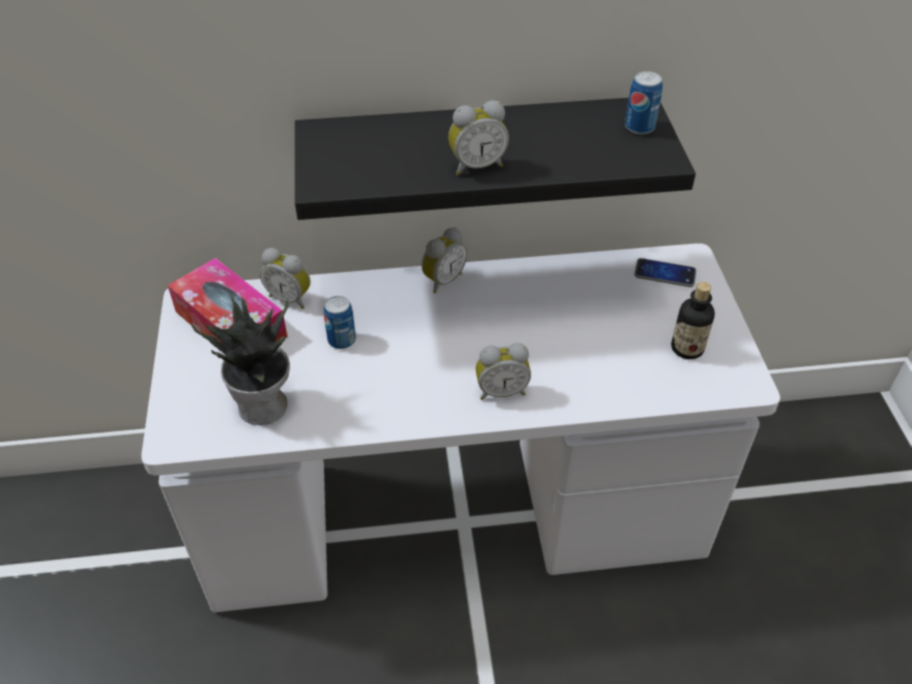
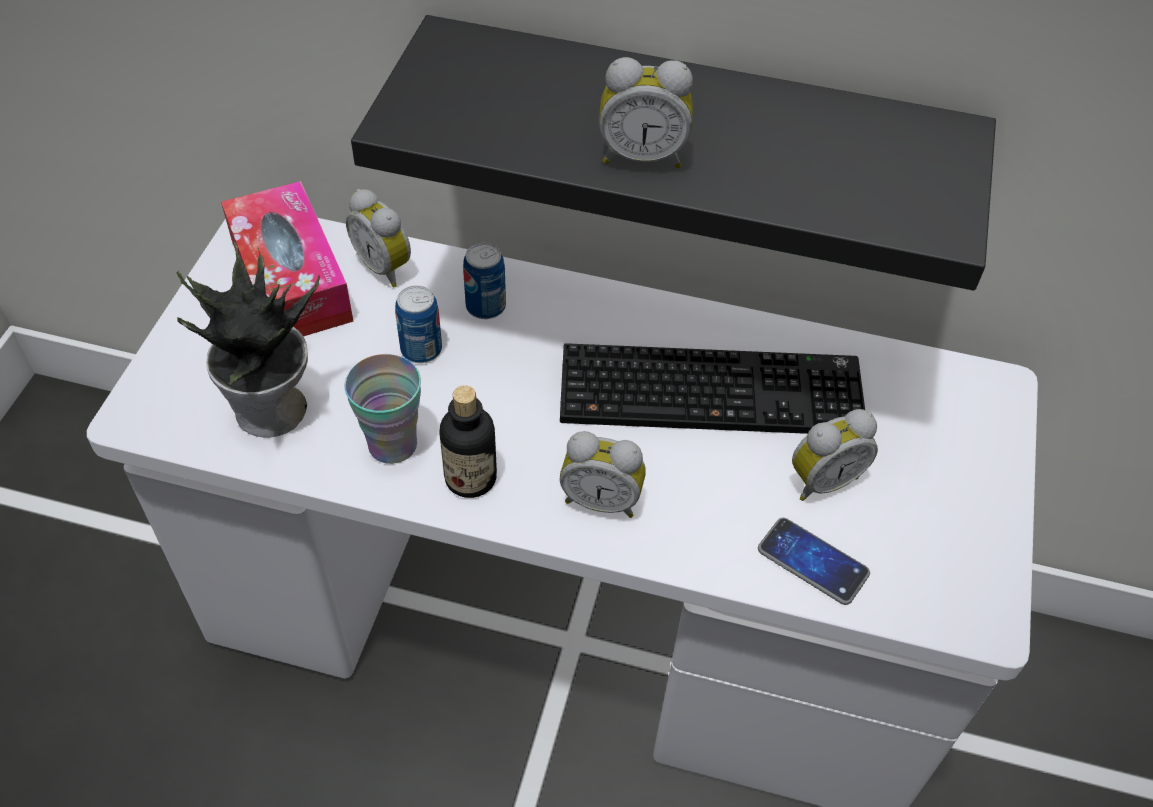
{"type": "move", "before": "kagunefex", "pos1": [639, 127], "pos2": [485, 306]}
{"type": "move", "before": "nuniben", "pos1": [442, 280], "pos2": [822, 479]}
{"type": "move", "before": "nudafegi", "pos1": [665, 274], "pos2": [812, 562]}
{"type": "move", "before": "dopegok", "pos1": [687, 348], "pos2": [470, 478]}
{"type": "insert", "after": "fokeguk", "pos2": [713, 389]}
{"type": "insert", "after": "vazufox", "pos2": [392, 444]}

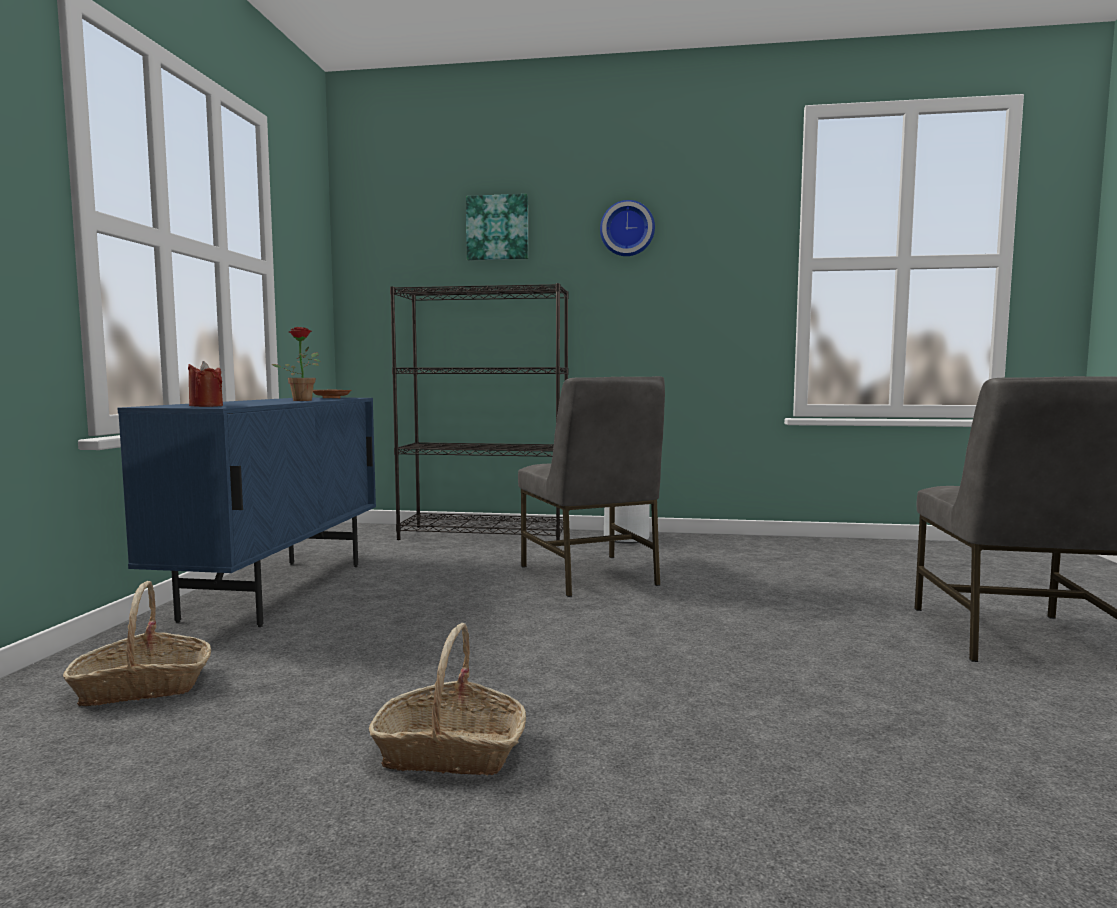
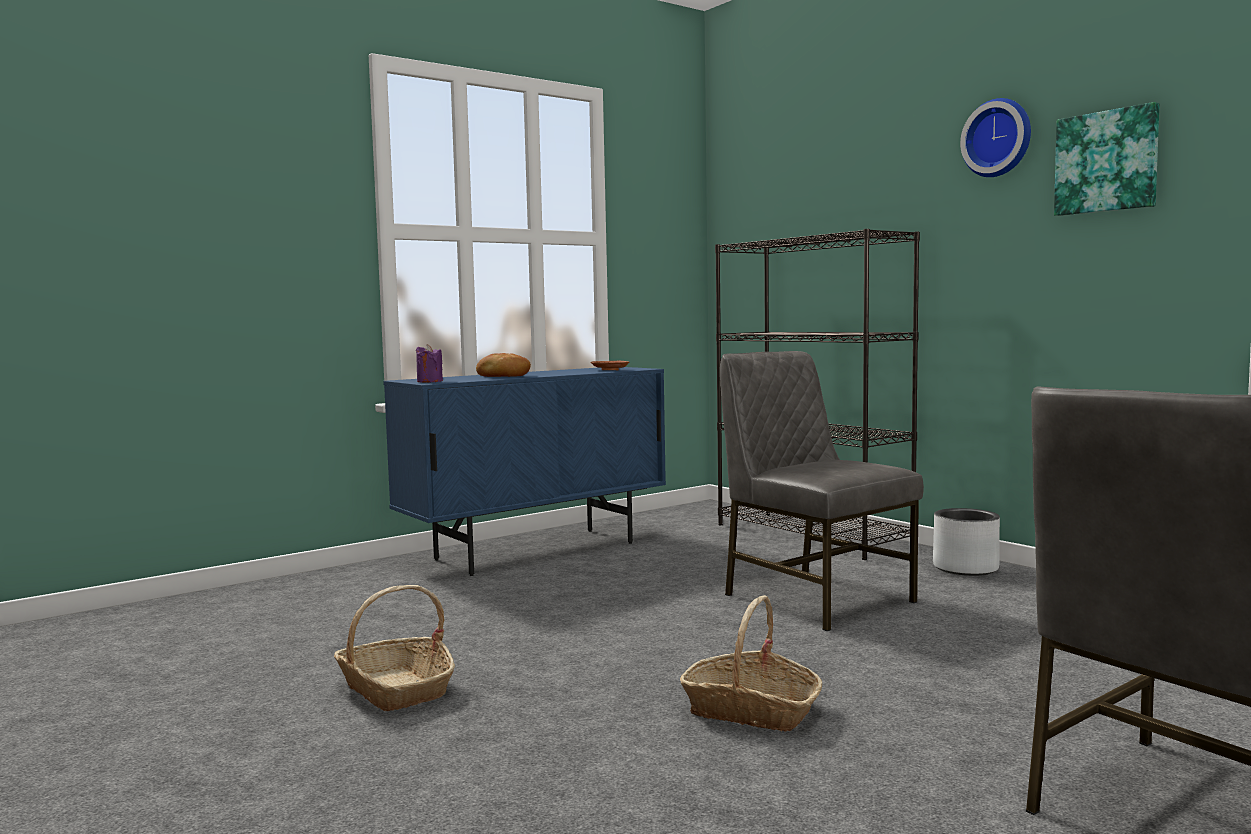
{"type": "move", "before": "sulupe", "pos1": [498, 228], "pos2": [1107, 162]}
{"type": "delete", "before": "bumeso", "pos1": [303, 400]}
{"type": "recolor", "before": "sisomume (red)", "after": "sisomume (purple)", "pos1": [206, 406], "pos2": [429, 381]}
{"type": "rotate", "before": "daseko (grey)", "pos1": [590, 576], "pos2": [814, 598], "turn": 120}
{"type": "move", "before": "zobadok", "pos1": [143, 686], "pos2": [751, 710]}
{"type": "insert", "after": "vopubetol", "pos2": [503, 376]}

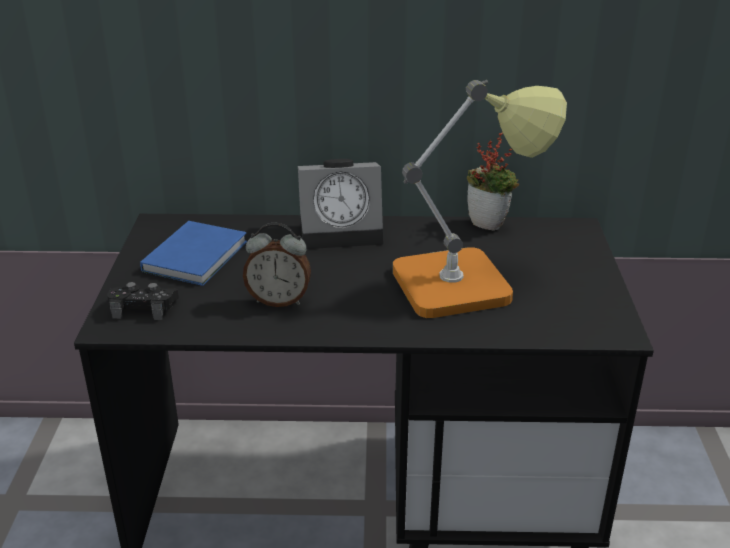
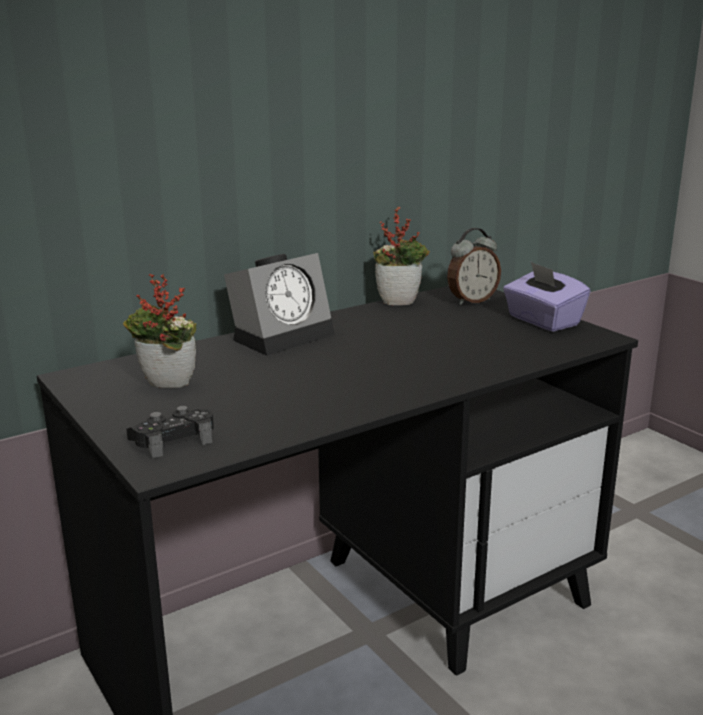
{"type": "delete", "before": "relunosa", "pos1": [466, 282]}
{"type": "replace", "before": "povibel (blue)", "after": "bumeso", "pos1": [198, 255], "pos2": [165, 387]}
{"type": "move", "before": "nuniben", "pos1": [279, 300], "pos2": [471, 300]}
{"type": "insert", "after": "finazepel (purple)", "pos2": [542, 321]}

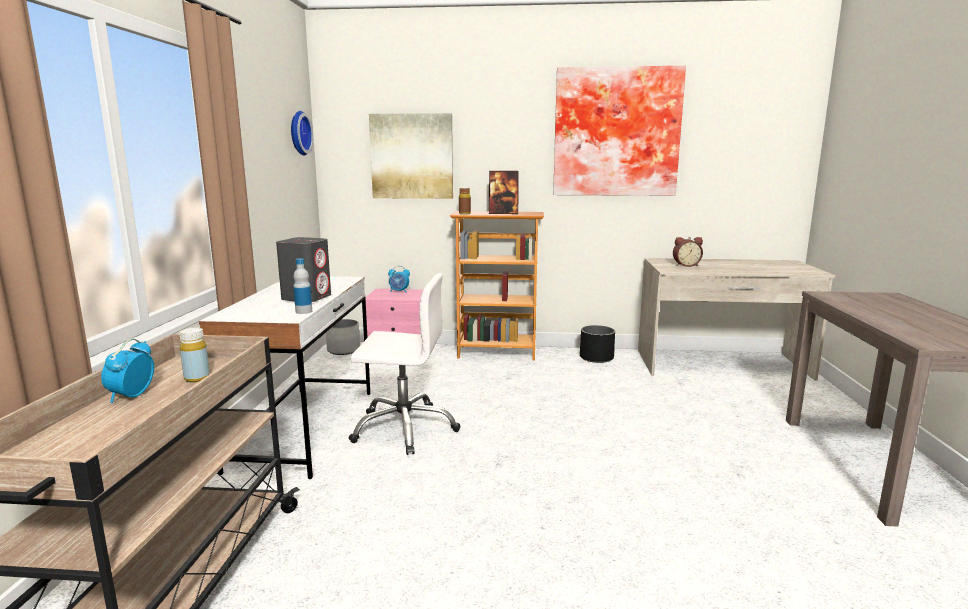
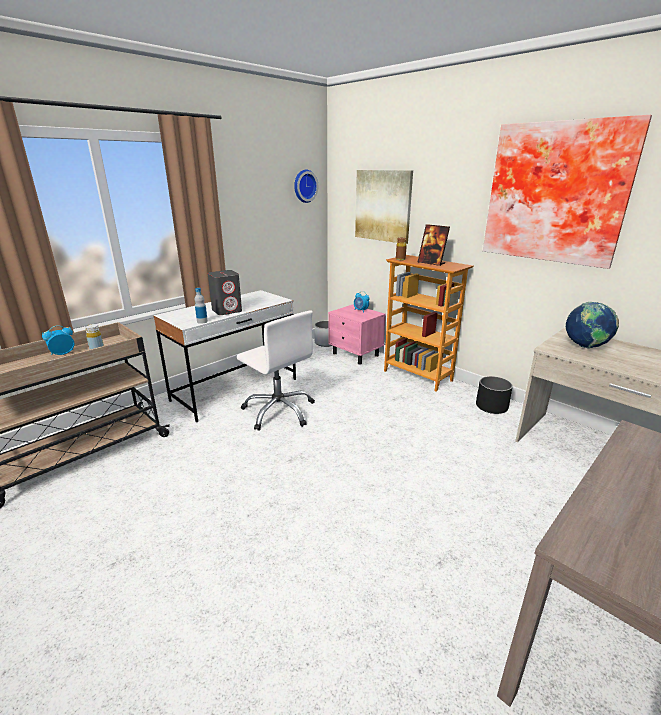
{"type": "replace", "before": "nuniben", "after": "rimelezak", "pos1": [685, 265], "pos2": [585, 347]}

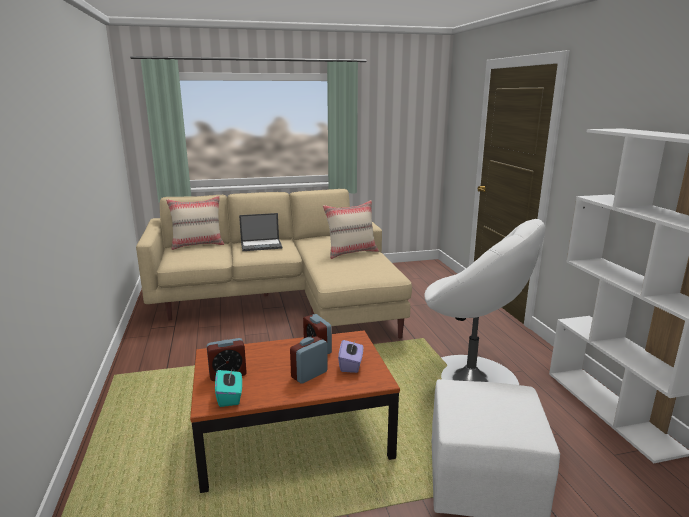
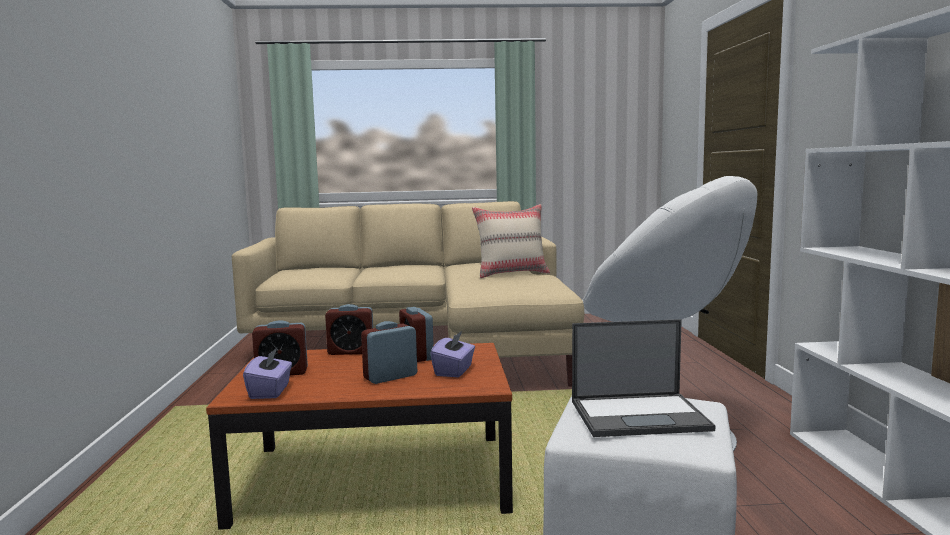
{"type": "delete", "before": "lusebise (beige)", "pos1": [198, 245]}
{"type": "move", "before": "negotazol", "pos1": [261, 245], "pos2": [640, 415]}
{"type": "recolor", "before": "finazepel (turquoise)", "after": "finazepel (purple)", "pos1": [230, 397], "pos2": [270, 391]}
{"type": "insert", "after": "nuniben", "pos2": [351, 352]}

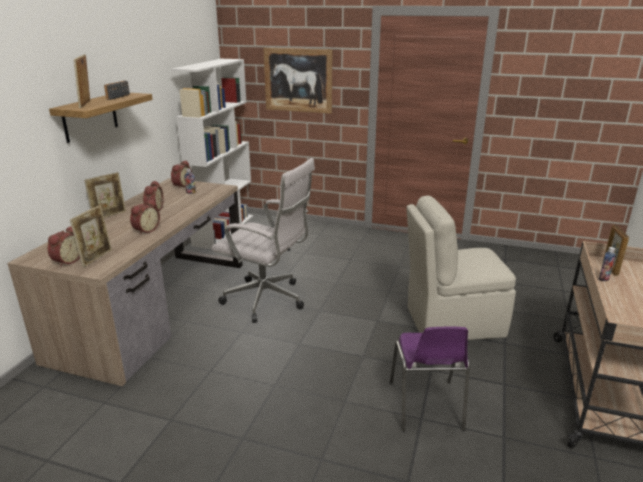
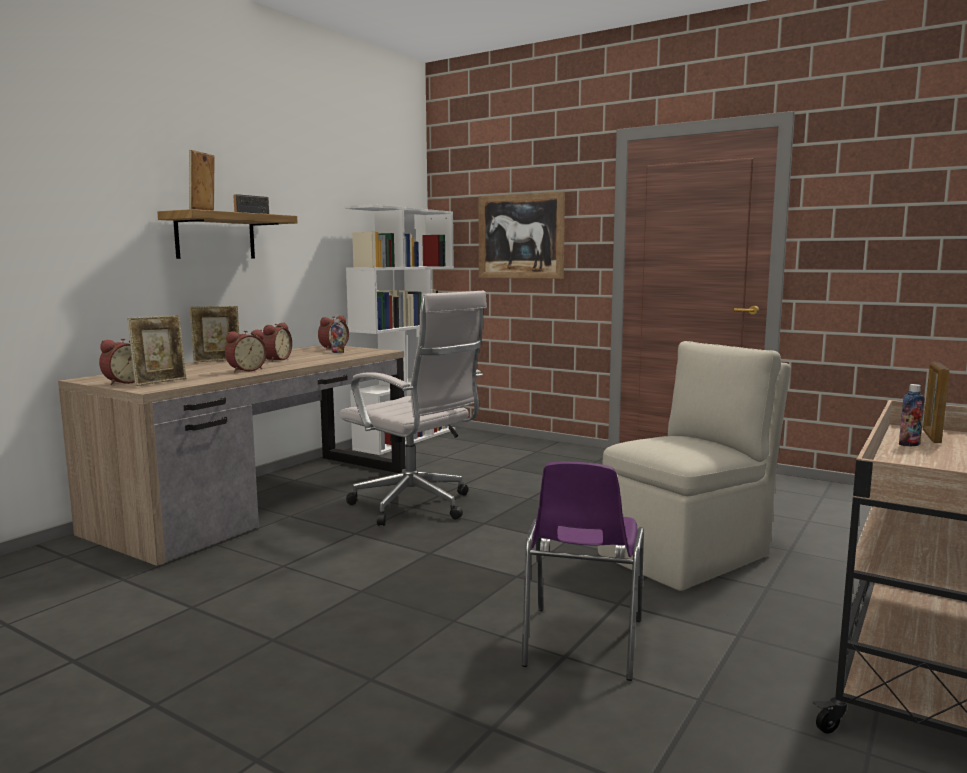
{"type": "rotate", "before": "daseko (beige)", "pos1": [451, 322], "pos2": [687, 555], "turn": 135}

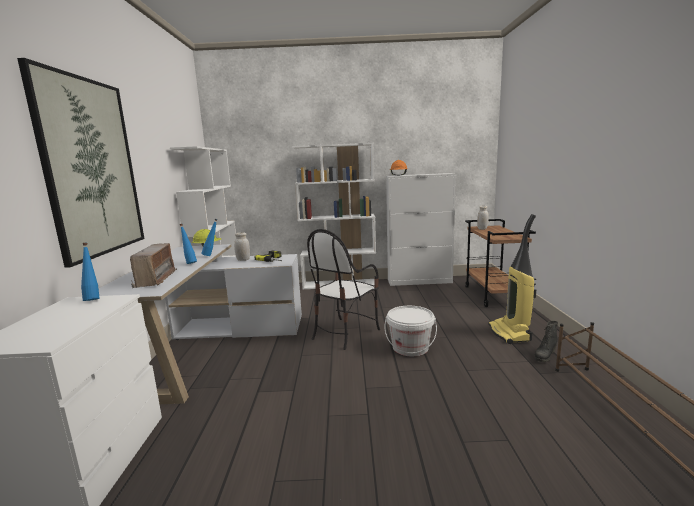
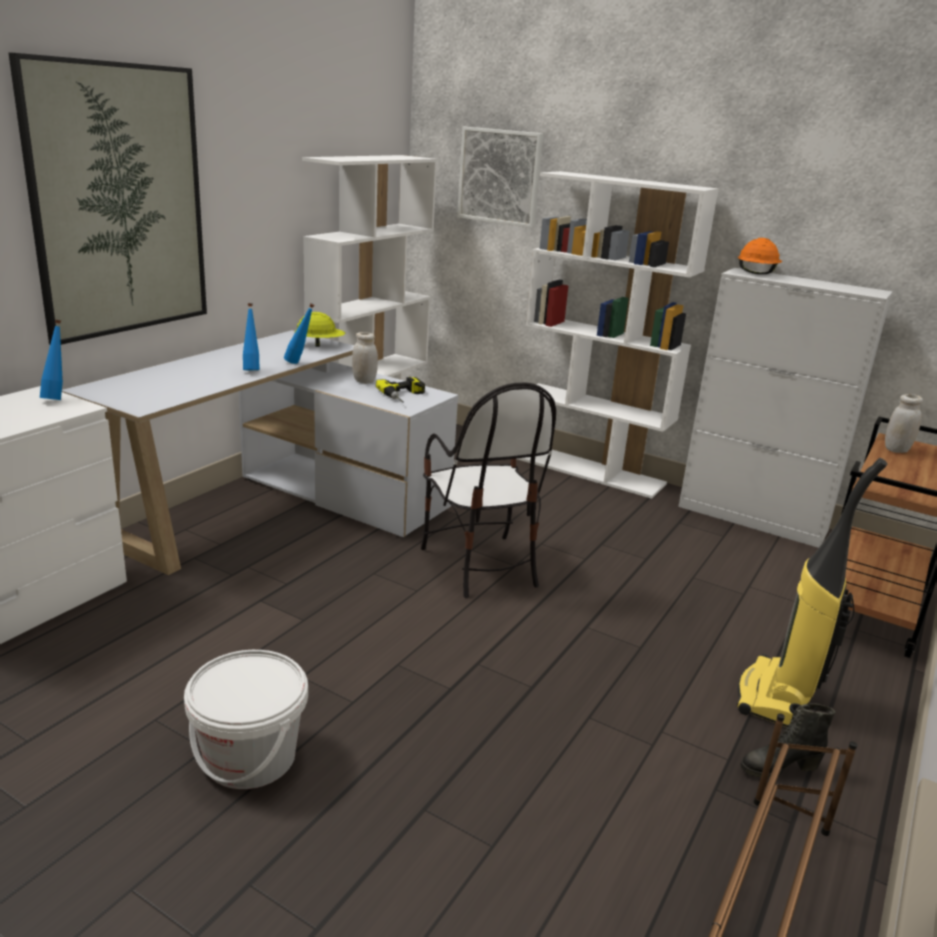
{"type": "rotate", "before": "daseko", "pos1": [345, 333], "pos2": [480, 565], "turn": -90}
{"type": "delete", "before": "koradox", "pos1": [156, 279]}
{"type": "move", "before": "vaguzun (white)", "pos1": [410, 347], "pos2": [250, 757]}
{"type": "insert", "after": "sulupe", "pos2": [500, 176]}

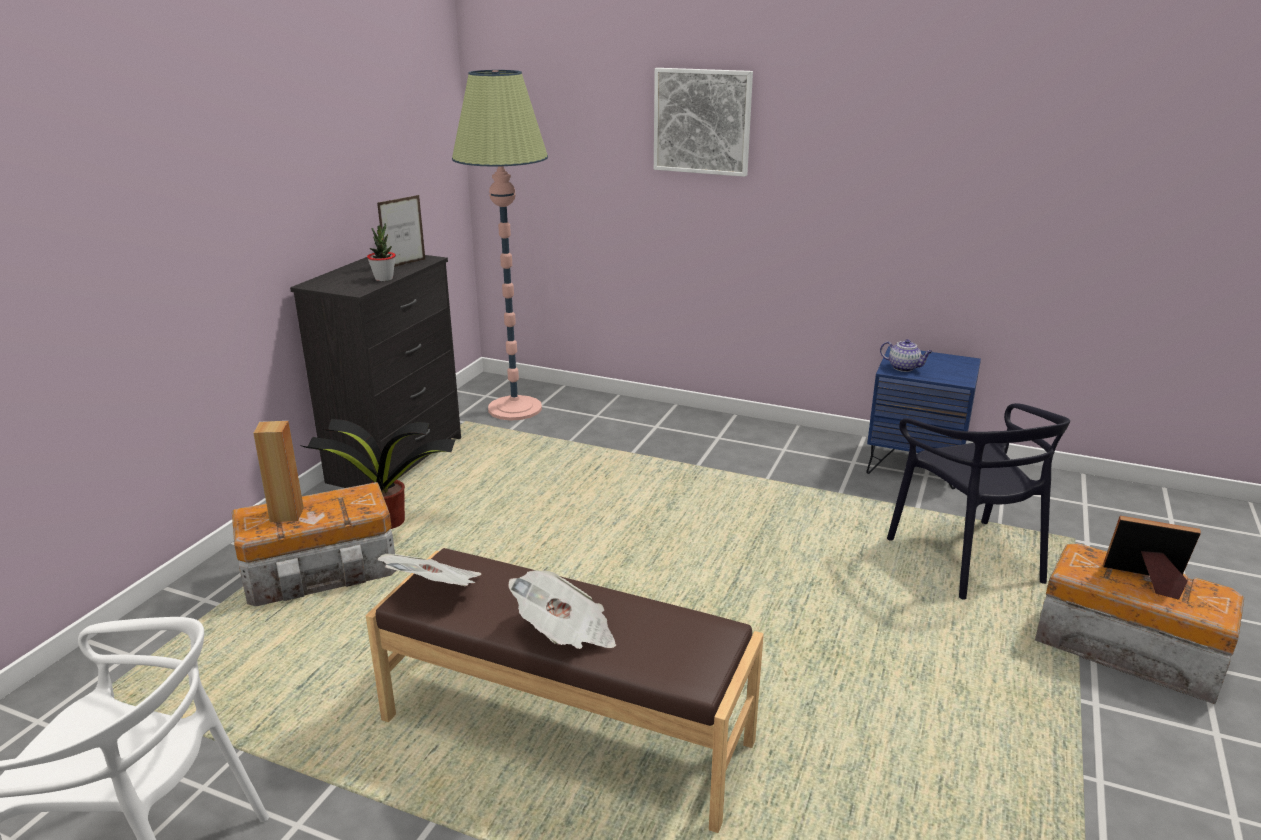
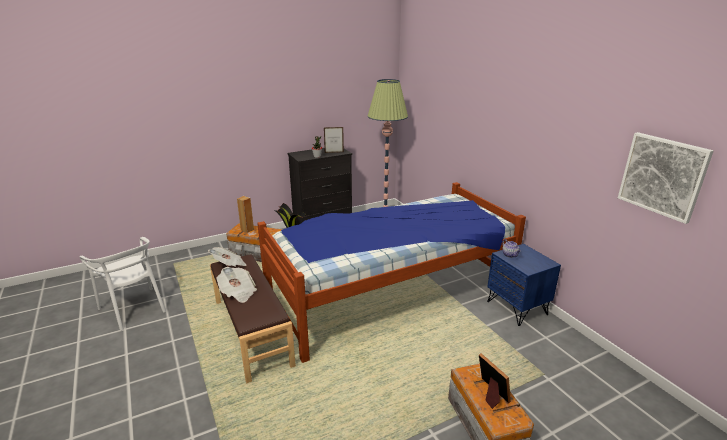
{"type": "move", "before": "sulupe", "pos1": [702, 121], "pos2": [662, 176]}
{"type": "delete", "before": "daseko (black)", "pos1": [966, 557]}
{"type": "insert", "after": "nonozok", "pos2": [390, 292]}

